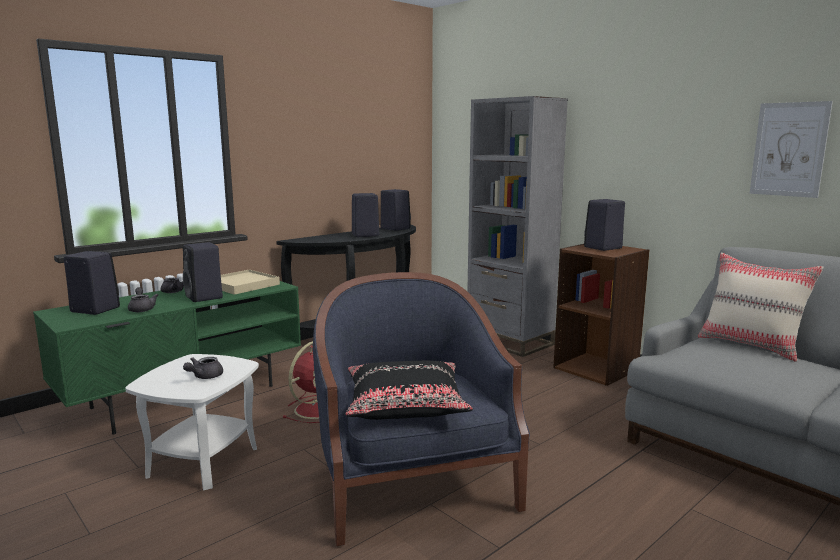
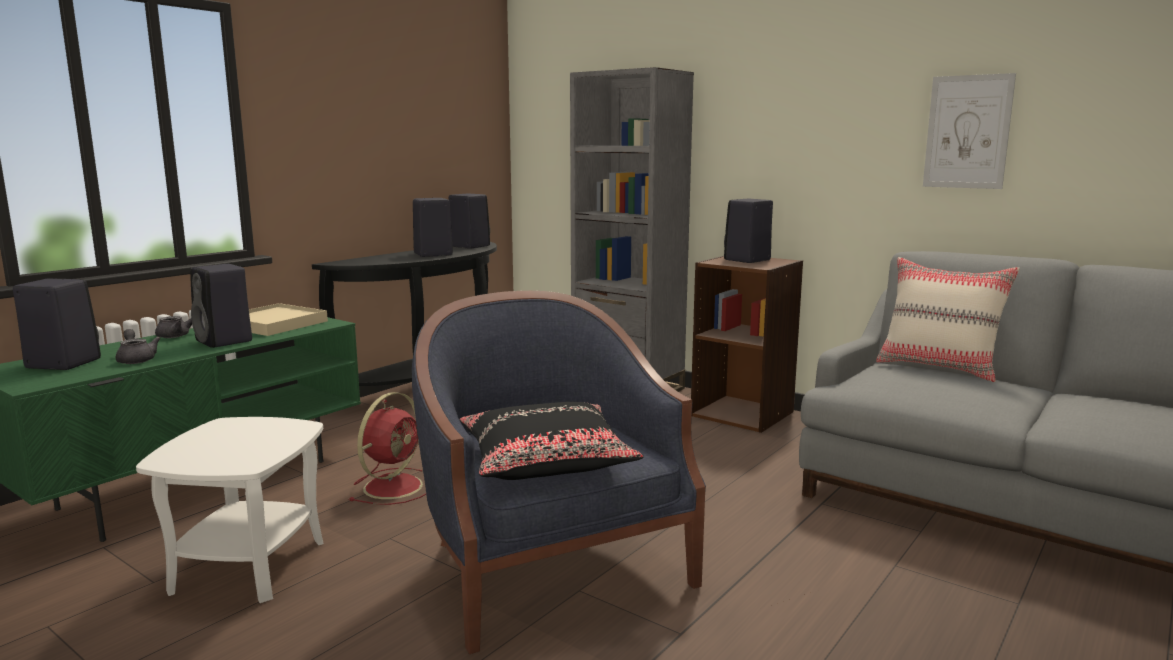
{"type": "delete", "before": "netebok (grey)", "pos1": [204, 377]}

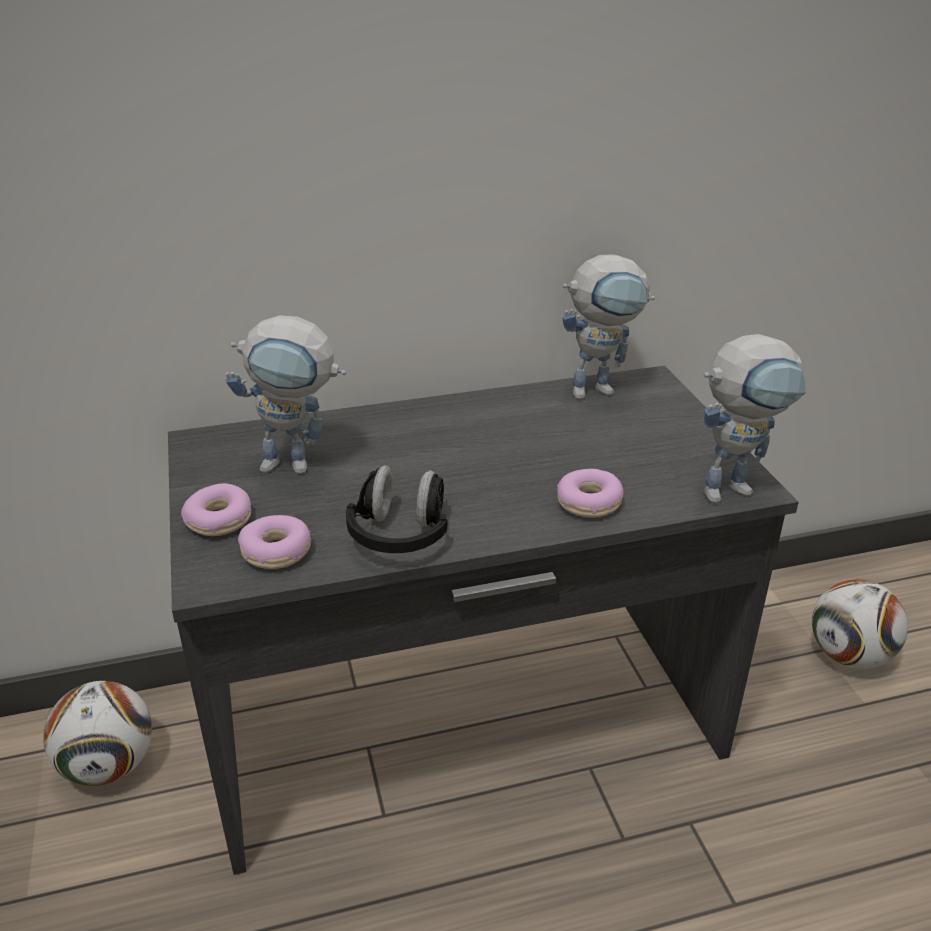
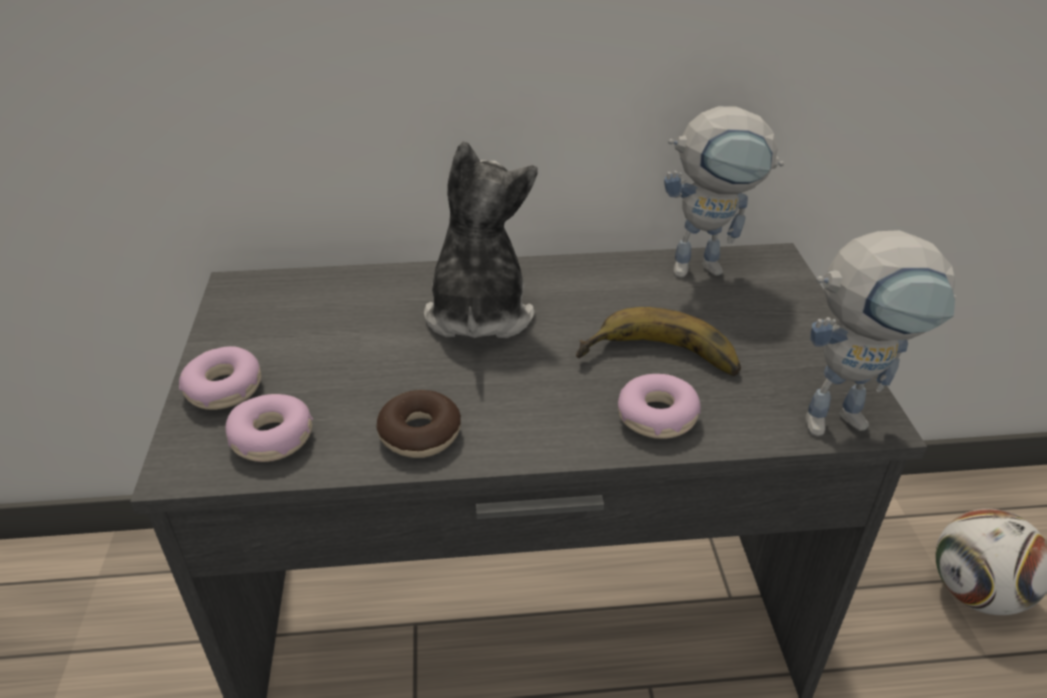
{"type": "delete", "before": "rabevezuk", "pos1": [299, 465]}
{"type": "replace", "before": "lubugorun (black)", "after": "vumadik", "pos1": [400, 535], "pos2": [420, 433]}
{"type": "delete", "before": "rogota", "pos1": [109, 765]}
{"type": "insert", "after": "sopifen", "pos2": [478, 312]}
{"type": "insert", "after": "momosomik", "pos2": [659, 363]}

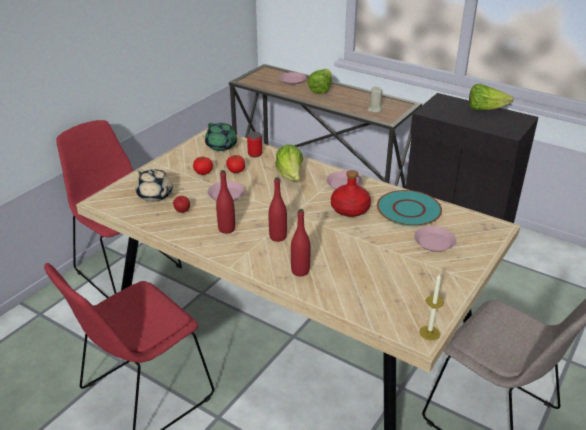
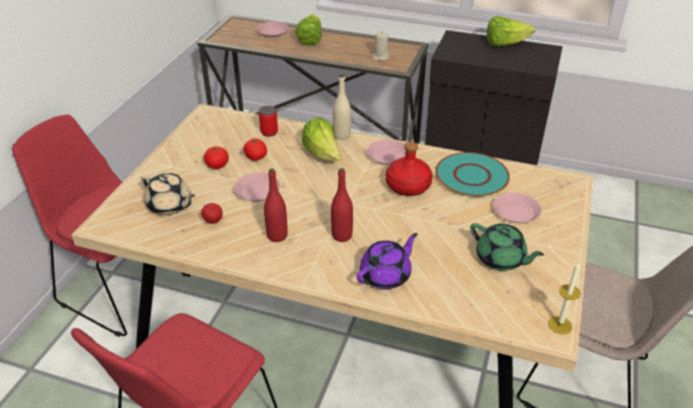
{"type": "move", "before": "netebok (green)", "pos1": [221, 146], "pos2": [501, 259]}
{"type": "replace", "before": "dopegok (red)", "after": "netebok (purple)", "pos1": [300, 271], "pos2": [386, 275]}
{"type": "insert", "after": "dopegok (beige)", "pos2": [342, 136]}

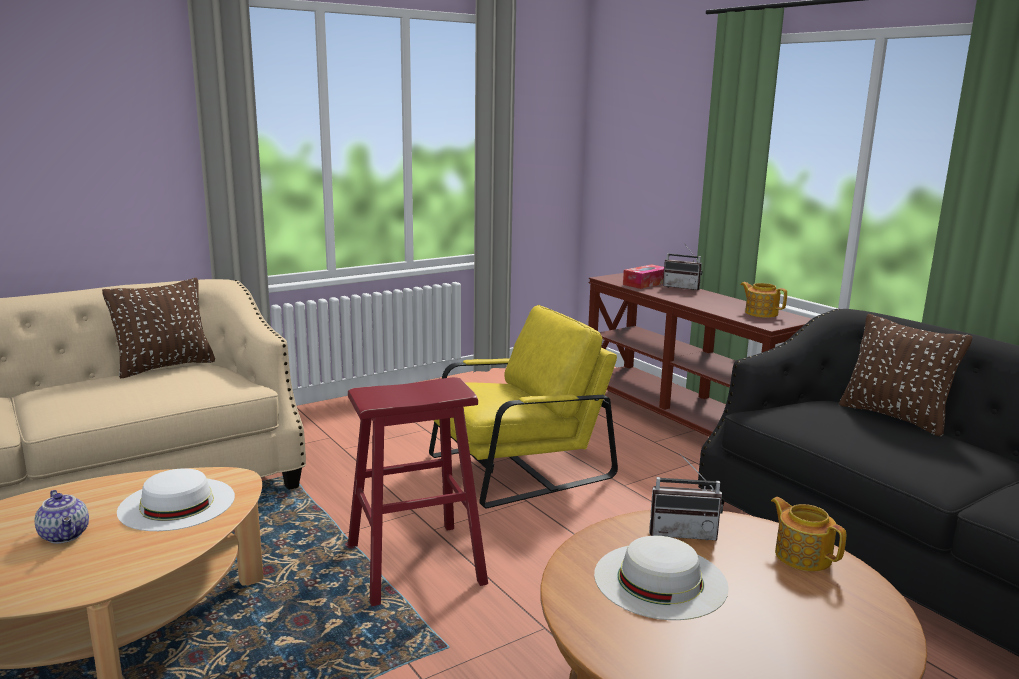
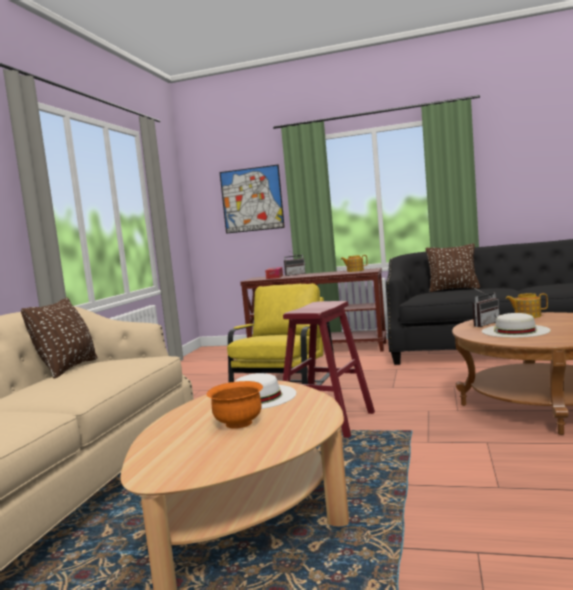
{"type": "replace", "before": "netebok", "after": "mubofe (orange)", "pos1": [66, 535], "pos2": [238, 423]}
{"type": "insert", "after": "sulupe", "pos2": [252, 199]}

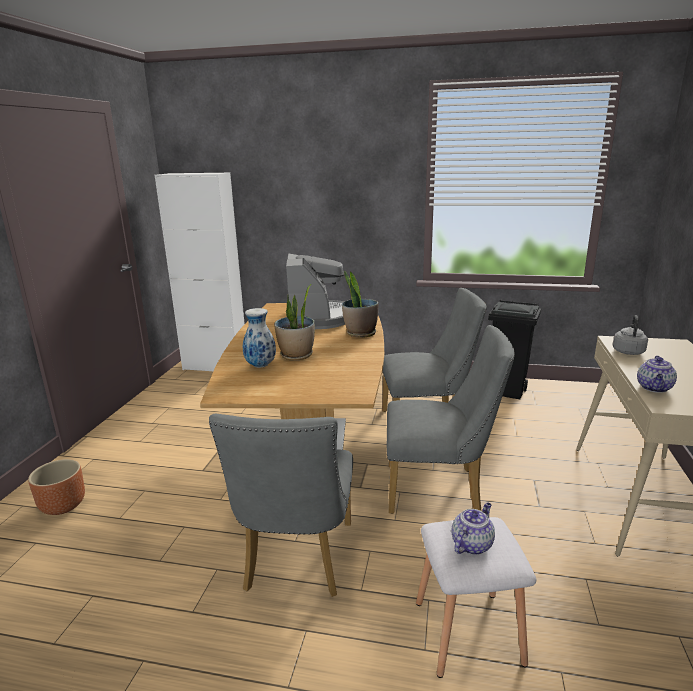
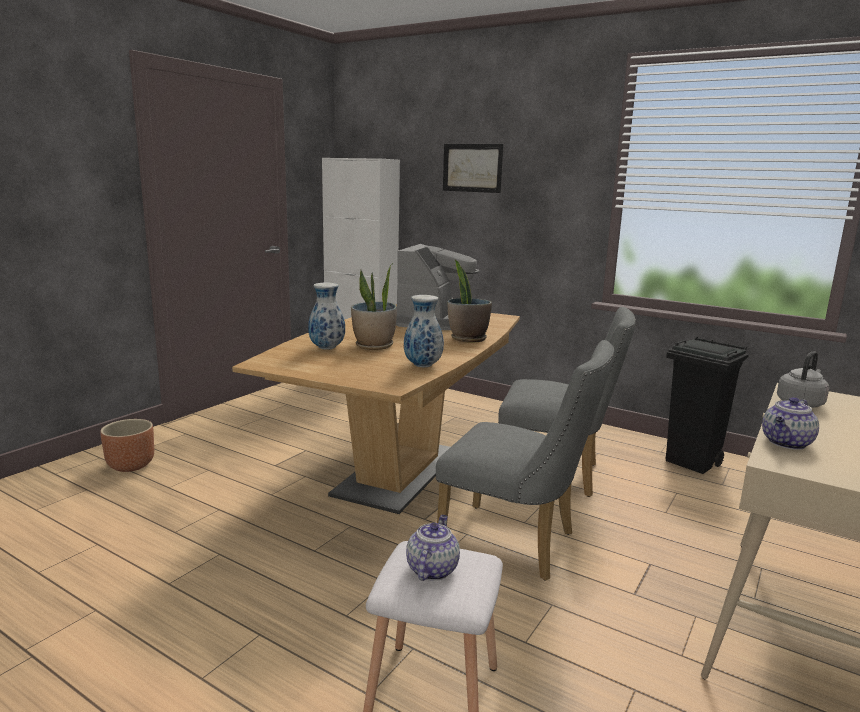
{"type": "delete", "before": "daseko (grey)", "pos1": [297, 562]}
{"type": "rotate", "before": "netebok", "pos1": [472, 544], "pos2": [432, 569], "turn": -45}
{"type": "insert", "after": "sulupe", "pos2": [472, 168]}
{"type": "insert", "after": "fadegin", "pos2": [422, 366]}

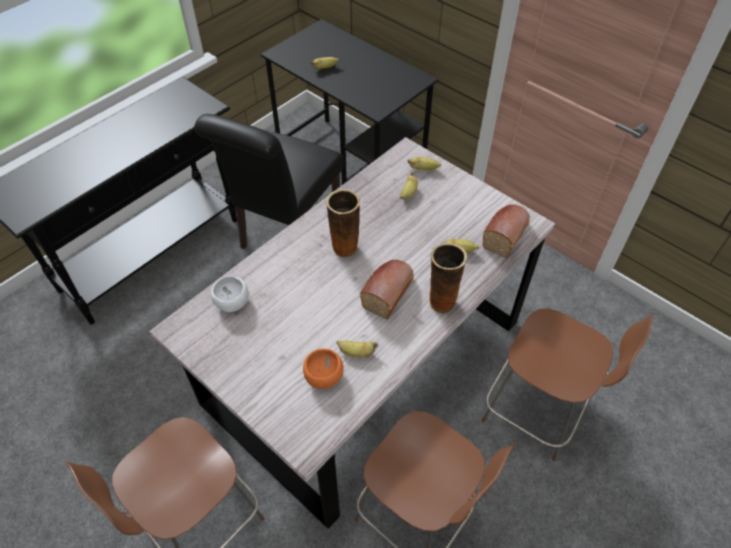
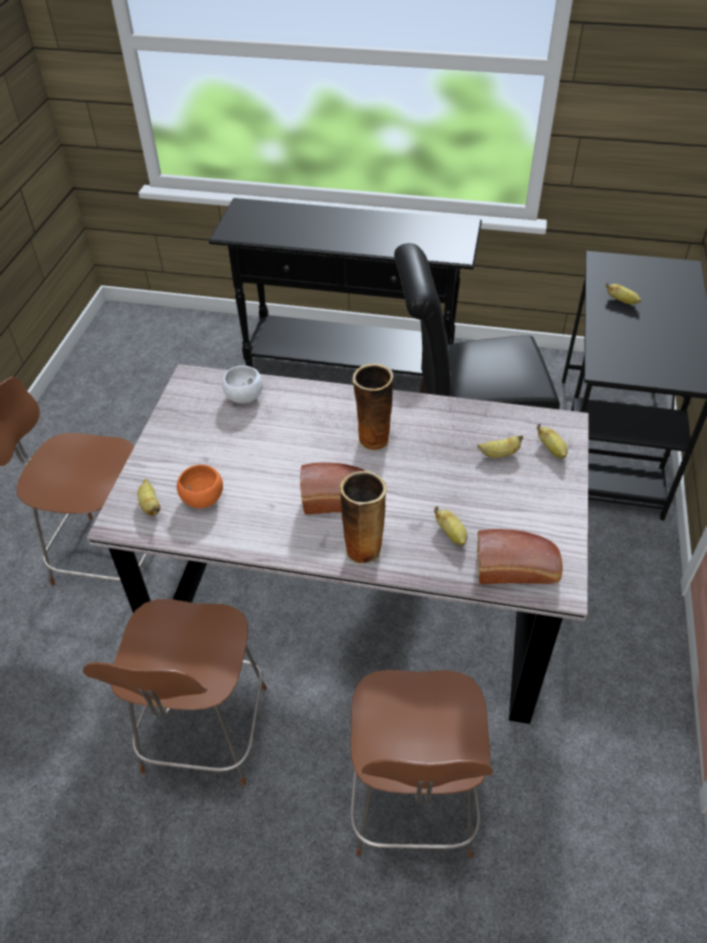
{"type": "move", "before": "momosomik", "pos1": [356, 353], "pos2": [150, 505]}

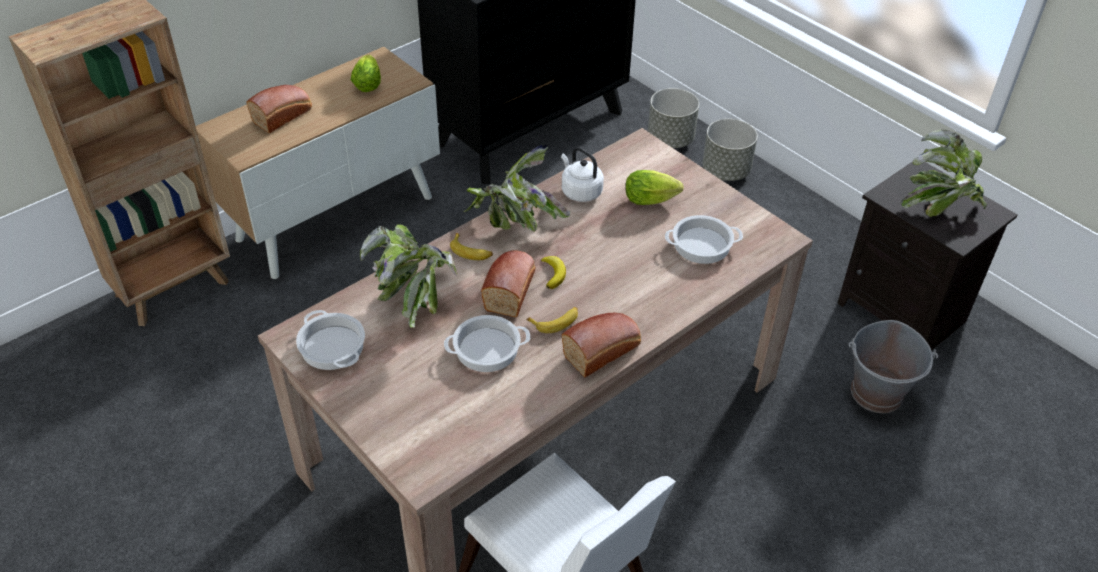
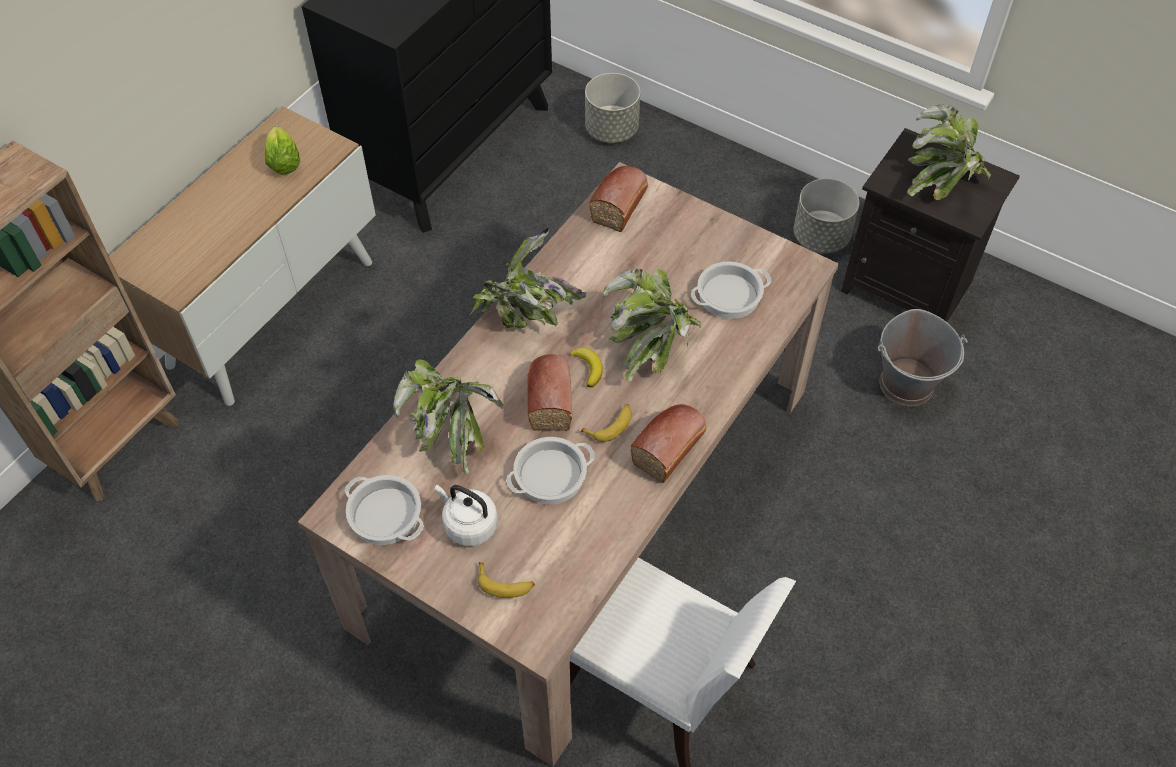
{"type": "move", "before": "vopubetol", "pos1": [283, 115], "pos2": [620, 204]}
{"type": "move", "before": "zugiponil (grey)", "pos1": [726, 171], "pos2": [821, 237]}
{"type": "move", "before": "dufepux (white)", "pos1": [580, 191], "pos2": [468, 524]}
{"type": "delete", "before": "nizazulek", "pos1": [653, 200]}
{"type": "move", "before": "momosomik", "pos1": [471, 251], "pos2": [505, 584]}
{"type": "insert", "after": "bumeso", "pos2": [651, 346]}

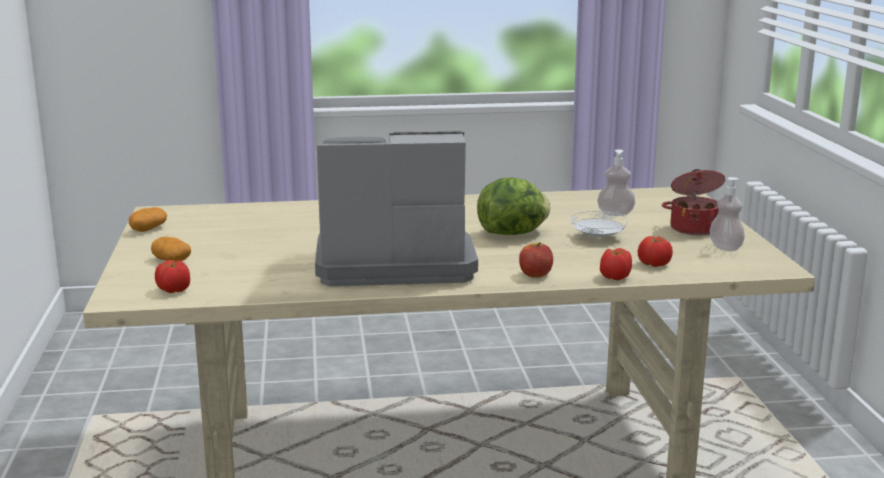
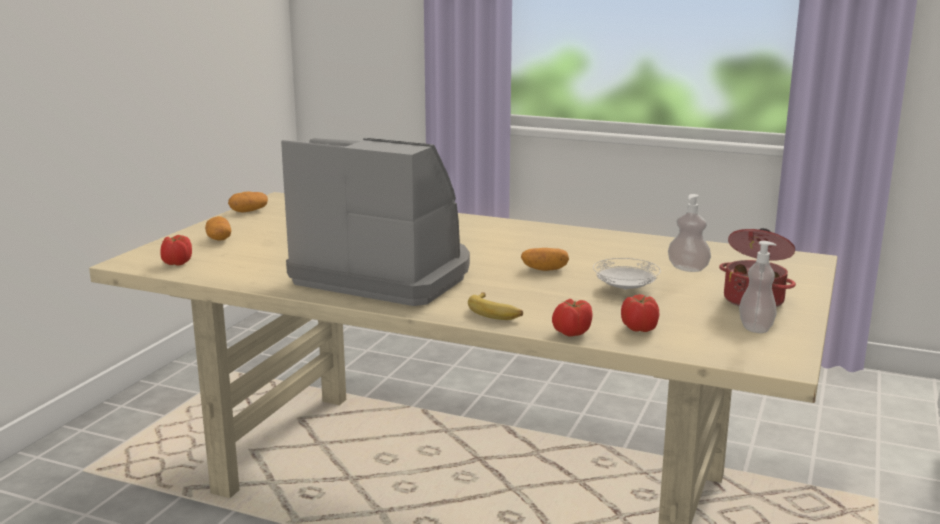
{"type": "replace", "before": "nizazulek", "after": "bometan", "pos1": [513, 233], "pos2": [544, 269]}
{"type": "replace", "before": "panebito", "after": "momosomik", "pos1": [535, 274], "pos2": [495, 313]}

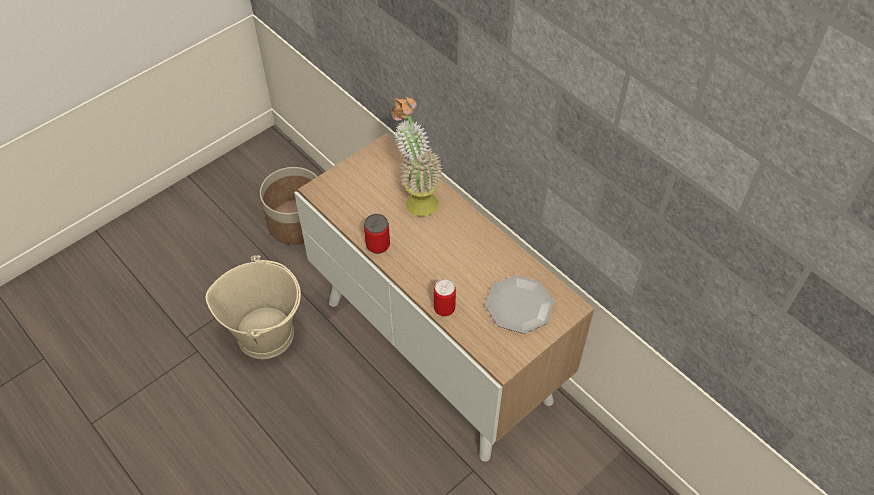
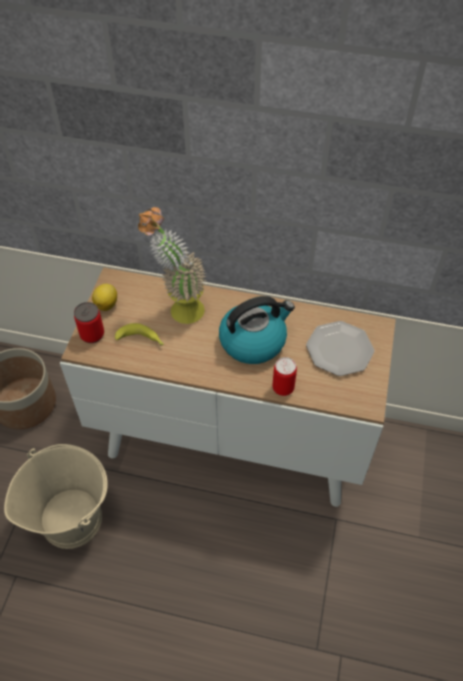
{"type": "move", "before": "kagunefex", "pos1": [378, 245], "pos2": [92, 334]}
{"type": "insert", "after": "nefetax", "pos2": [107, 304]}
{"type": "insert", "after": "dufepux", "pos2": [253, 341]}
{"type": "insert", "after": "momosomik", "pos2": [141, 340]}

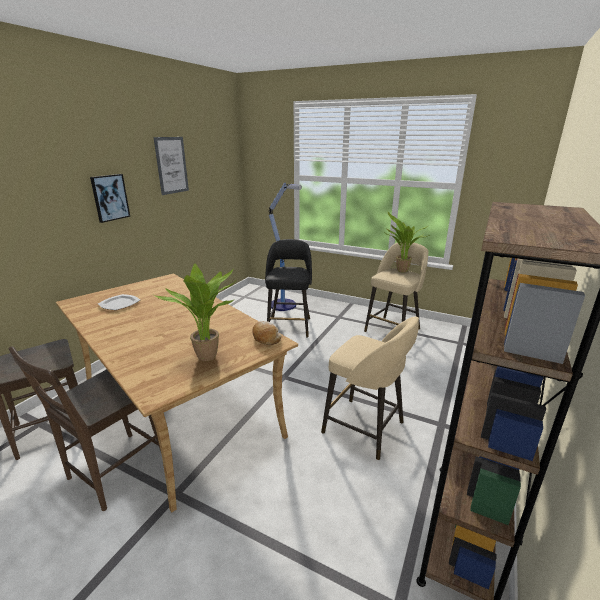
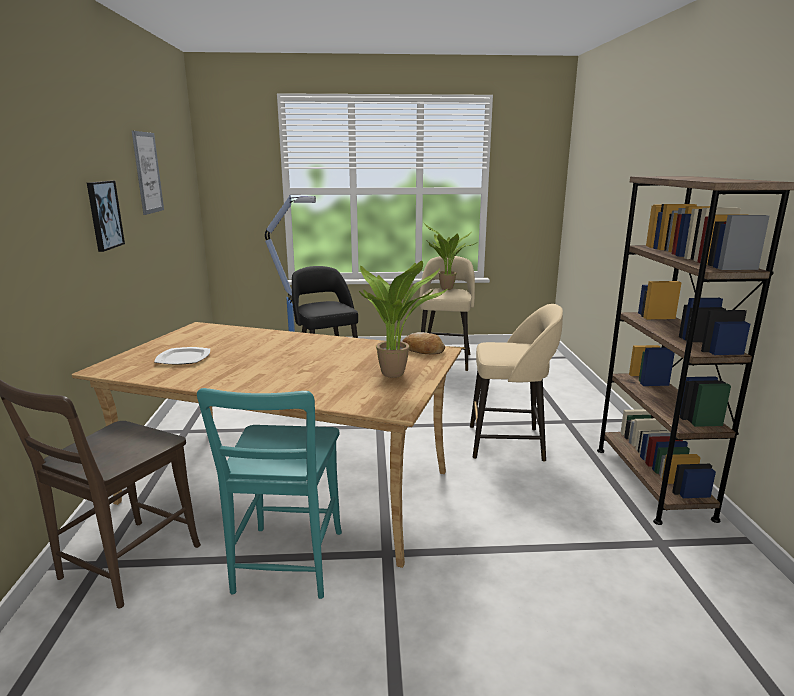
{"type": "recolor", "before": "daseko (brown)", "after": "daseko (turquoise)", "pos1": [113, 472], "pos2": [286, 566]}

